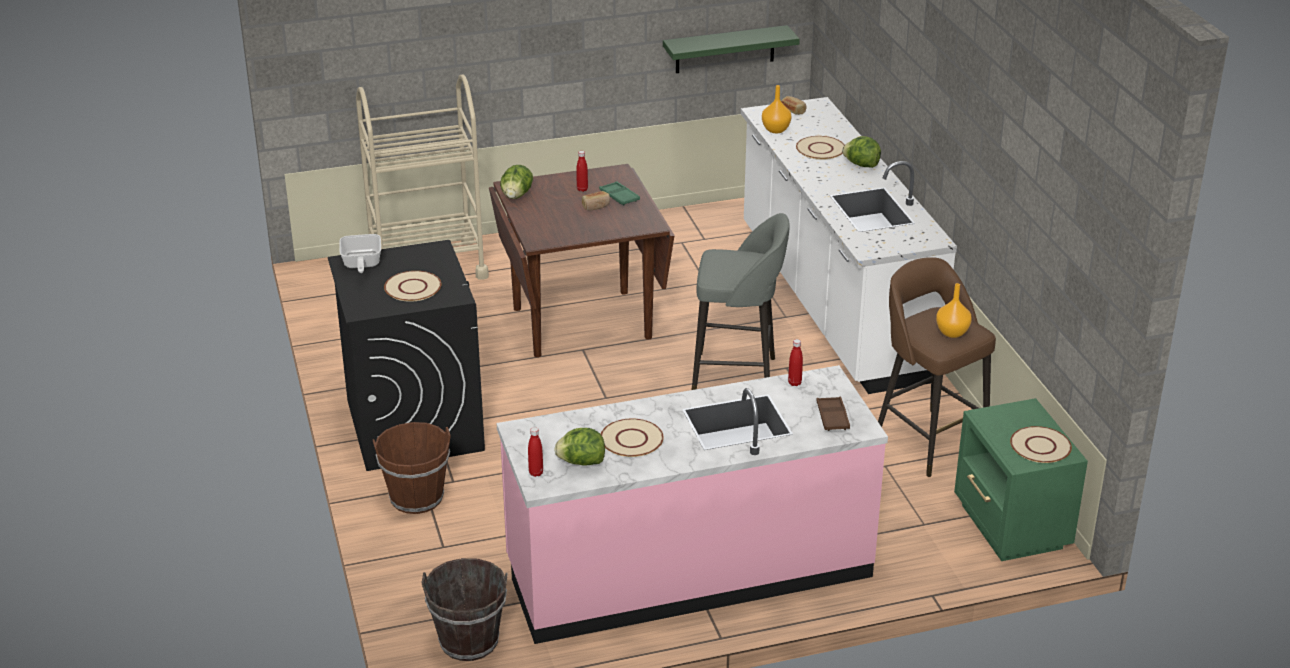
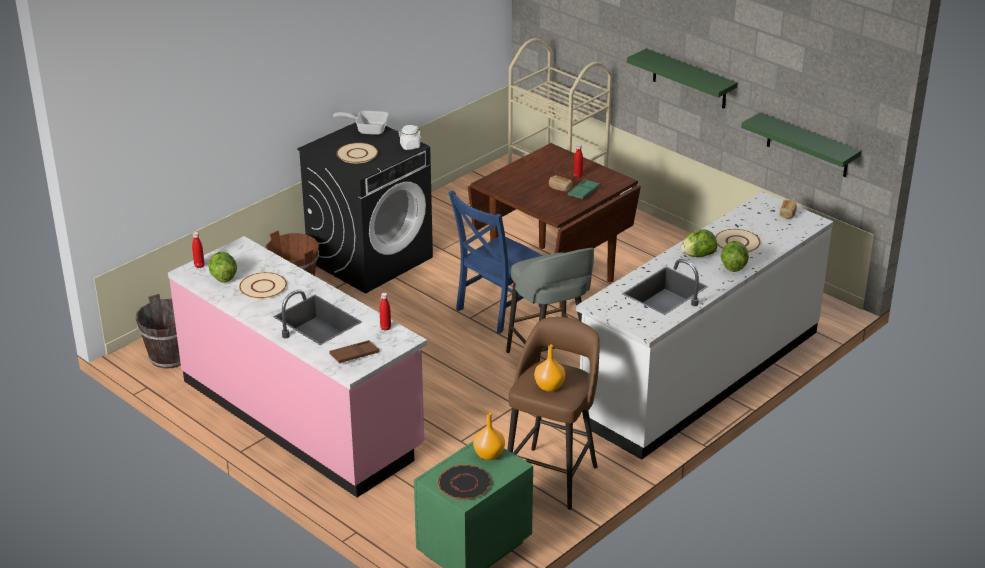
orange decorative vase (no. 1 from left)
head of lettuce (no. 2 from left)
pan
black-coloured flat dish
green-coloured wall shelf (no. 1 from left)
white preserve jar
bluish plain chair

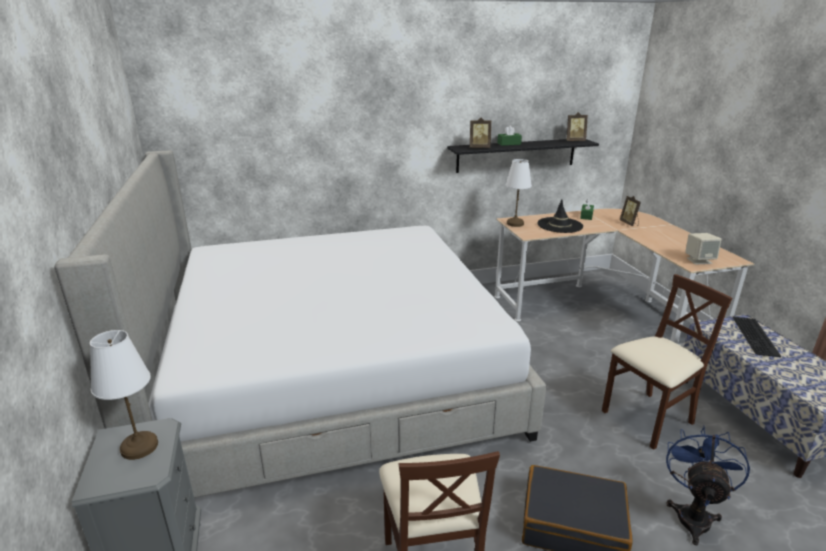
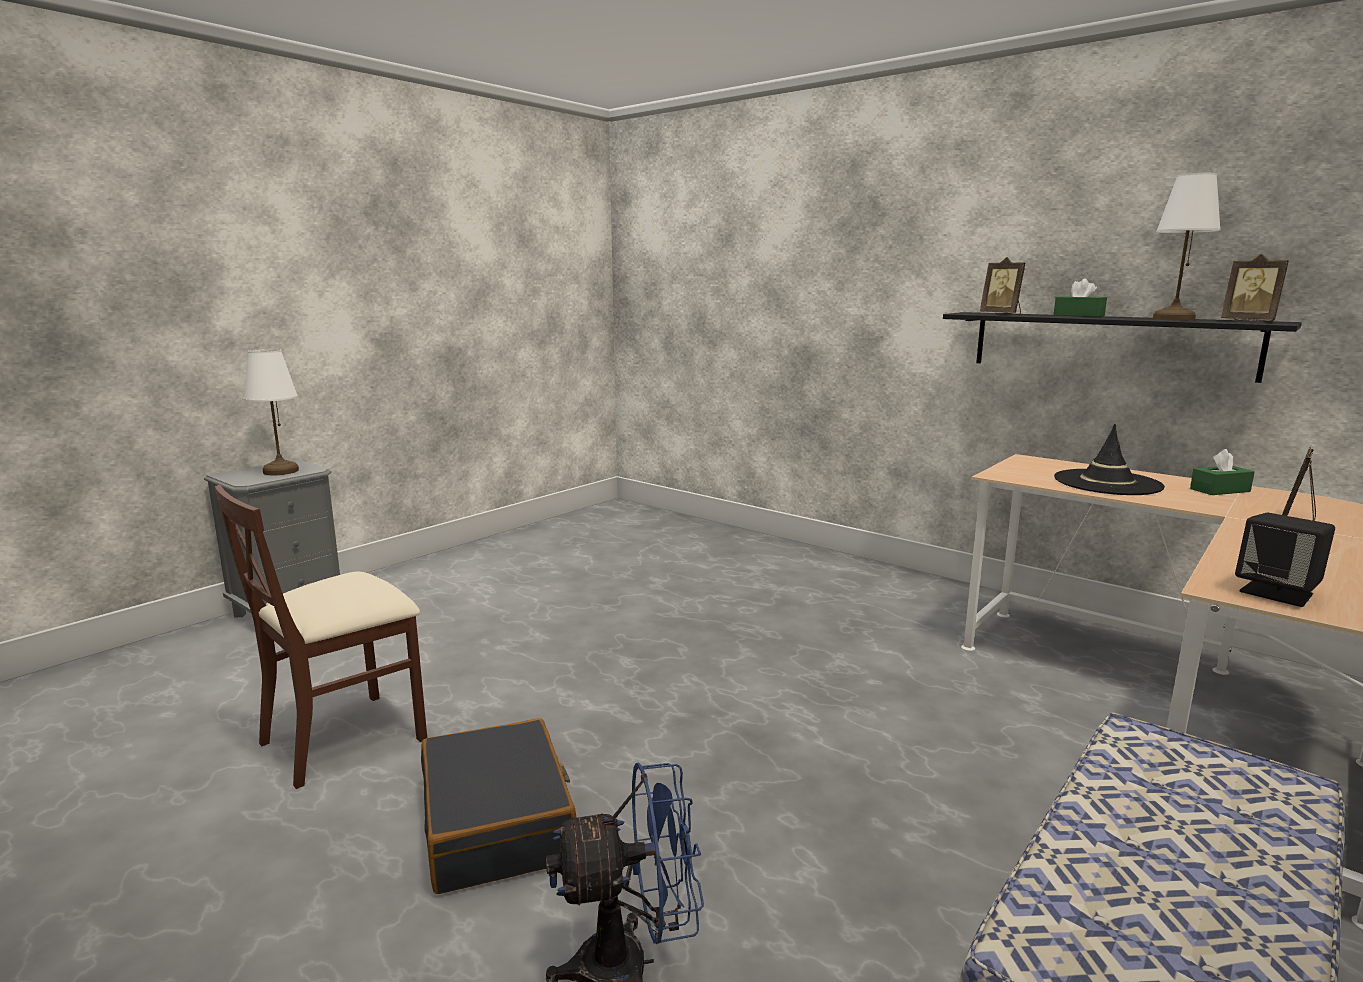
bedroom bed
white table lamp (no. 2 from left)
black-coloured speaker
brownish plain chair (no. 2 from left in the first image)
computer keyboard

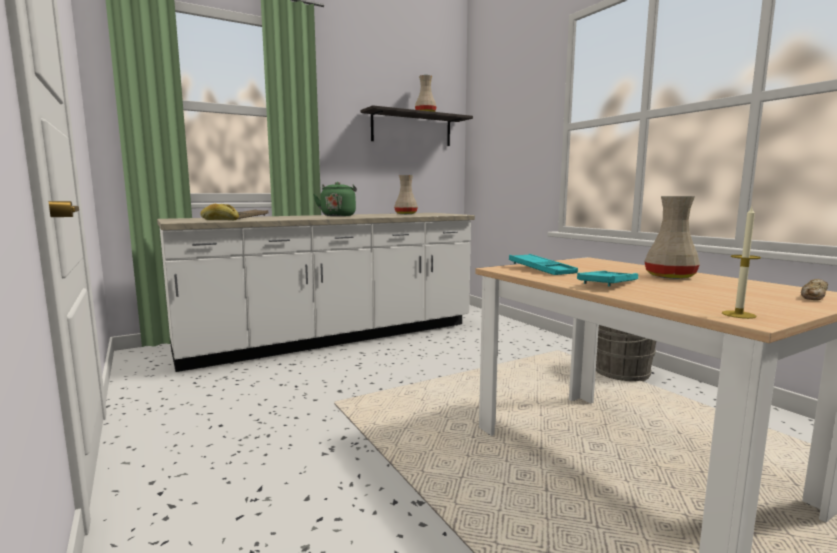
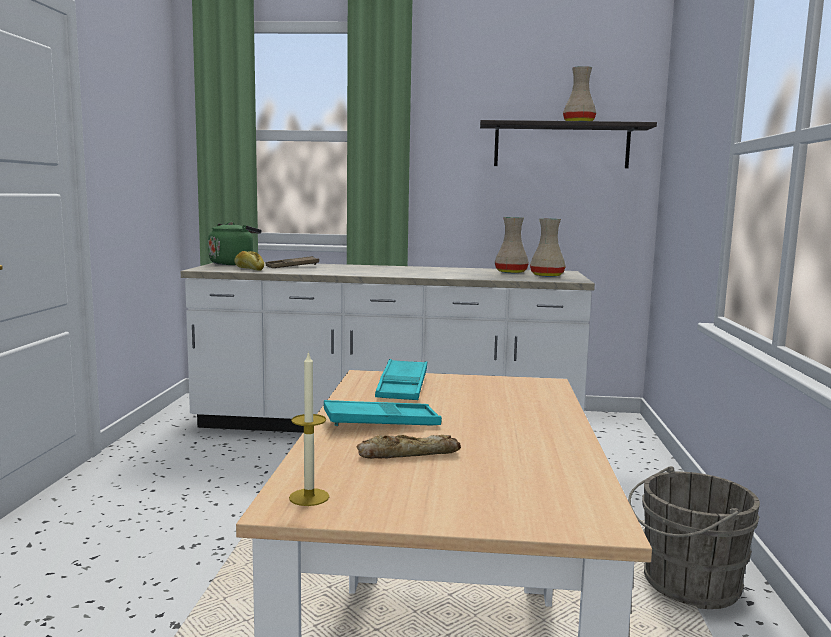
green-coloured water kettle
sand-coloured decorative vase (no. 2 from left)
bread (no. 2 from left)

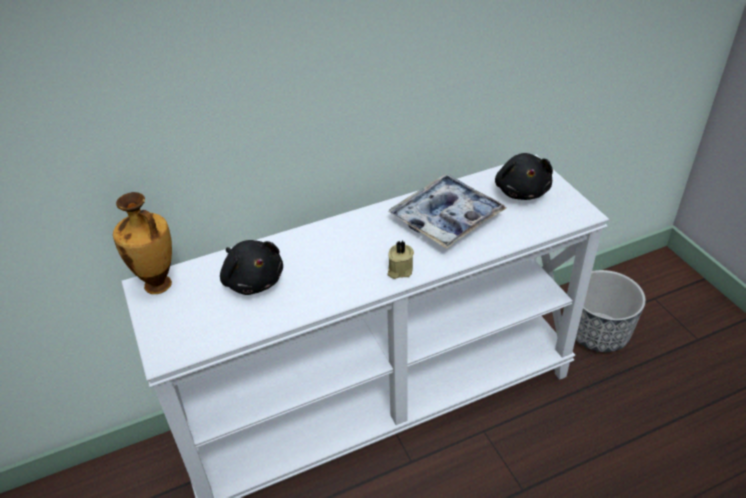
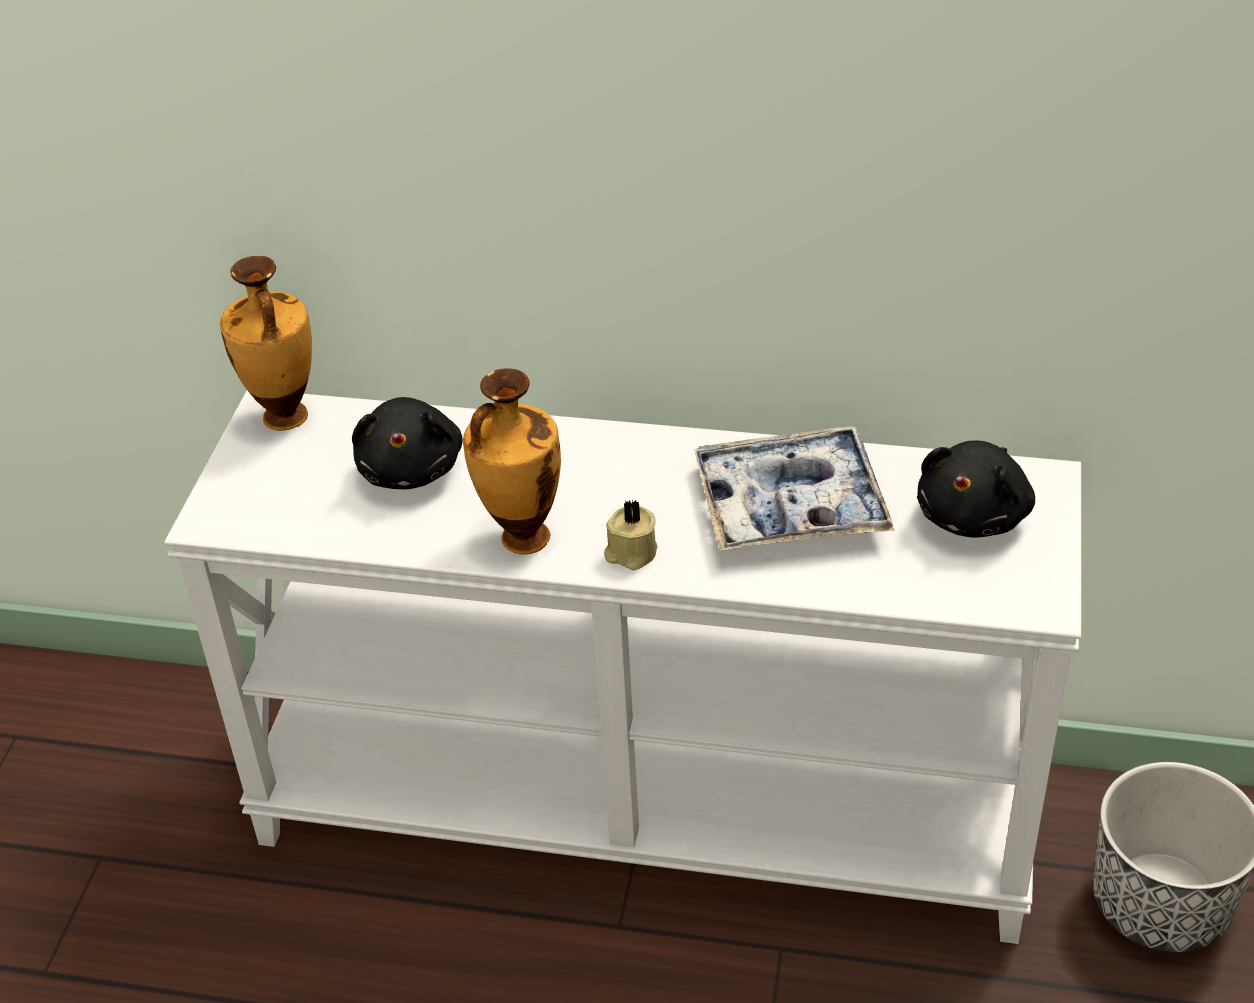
decorative vase (no. 2 from left)

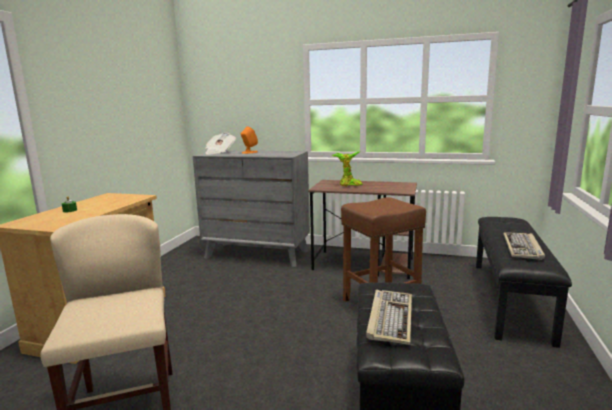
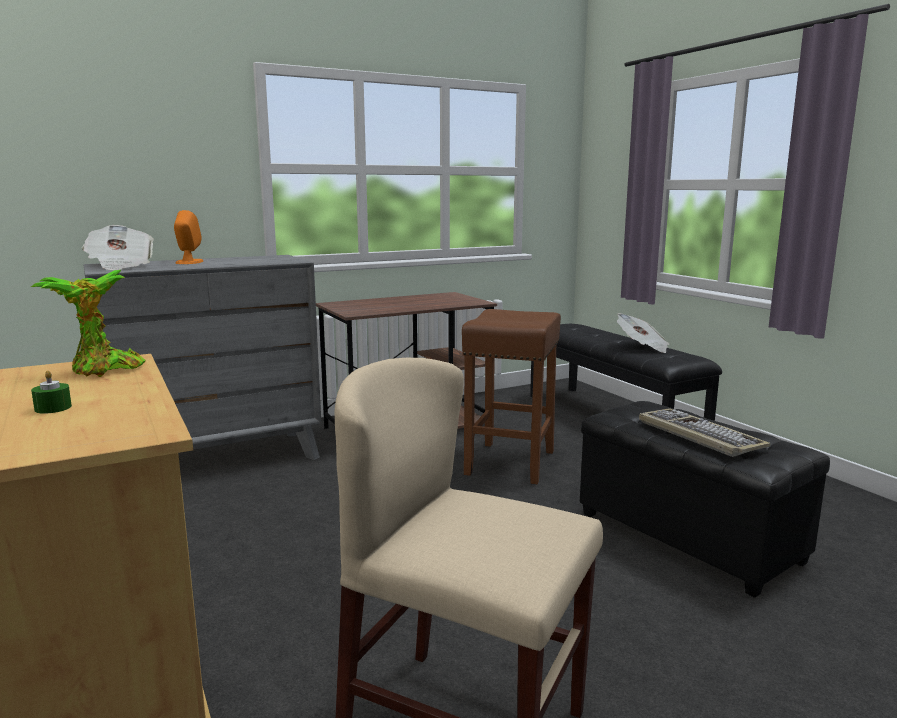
houseplant
daily paper (no. 2 from left)

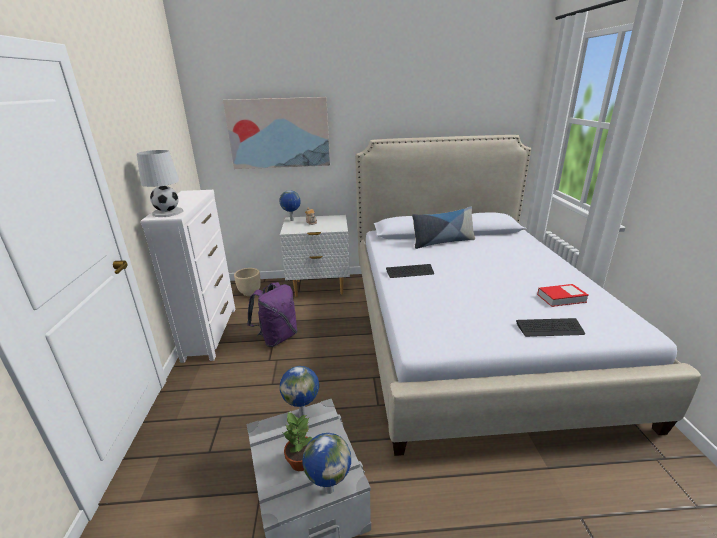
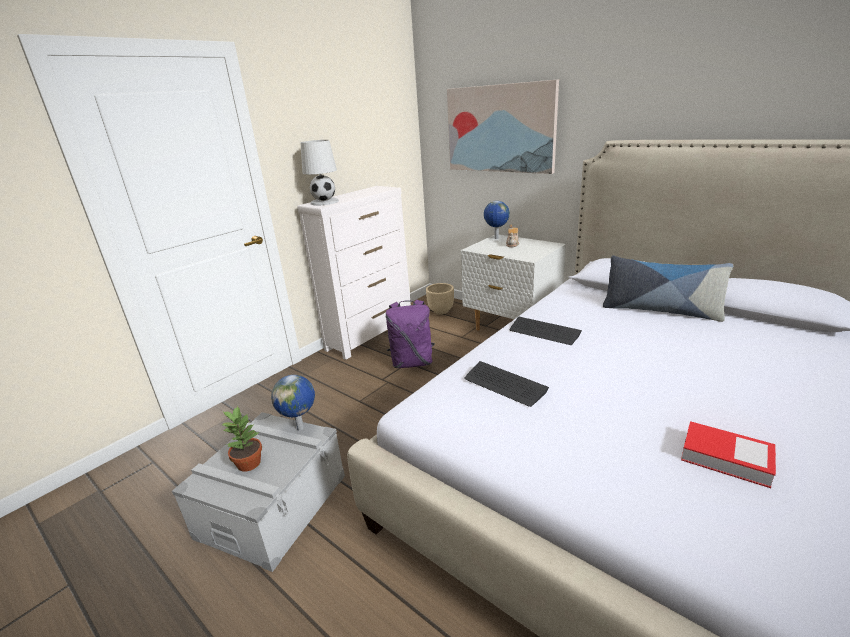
computer keyboard (no. 1 from left)
world globe (no. 3 from left in the first image)

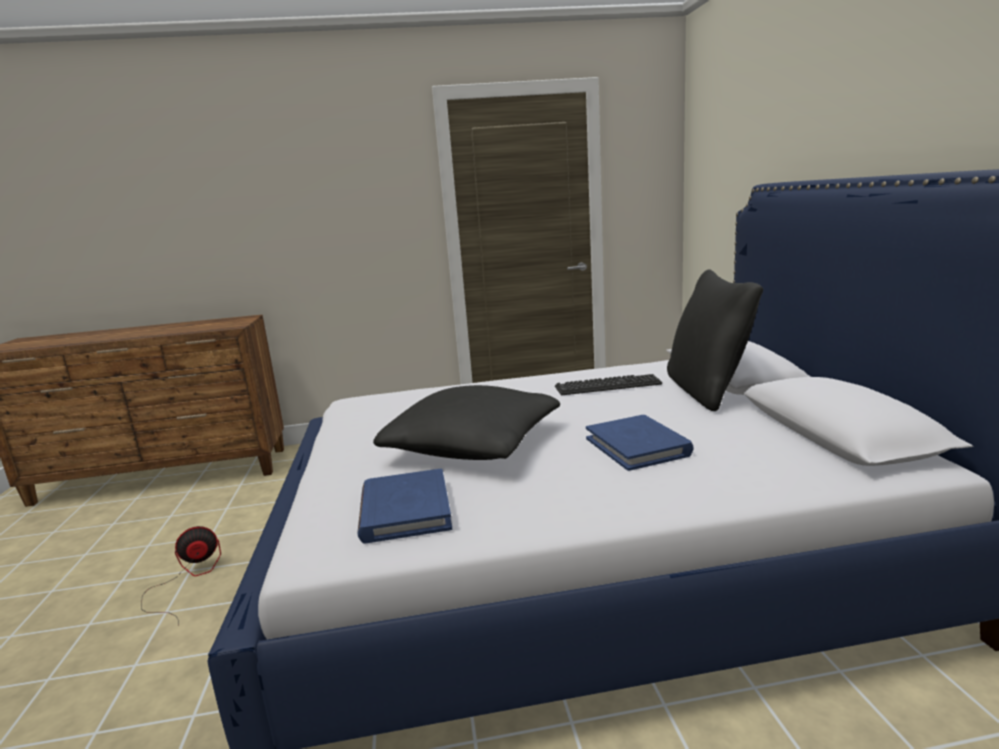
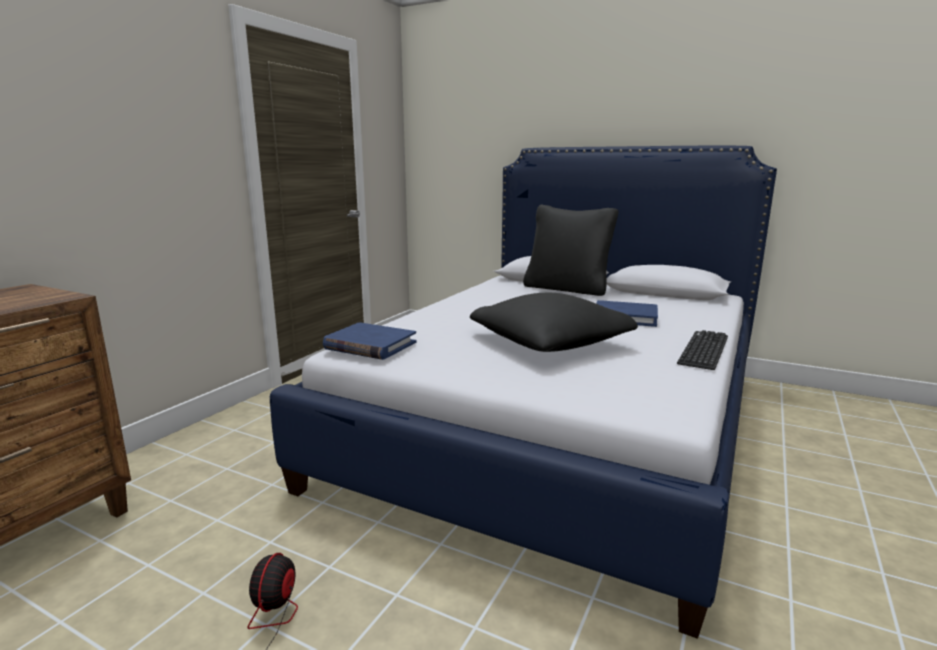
computer keyboard
bluish bound book (no. 1 from left)

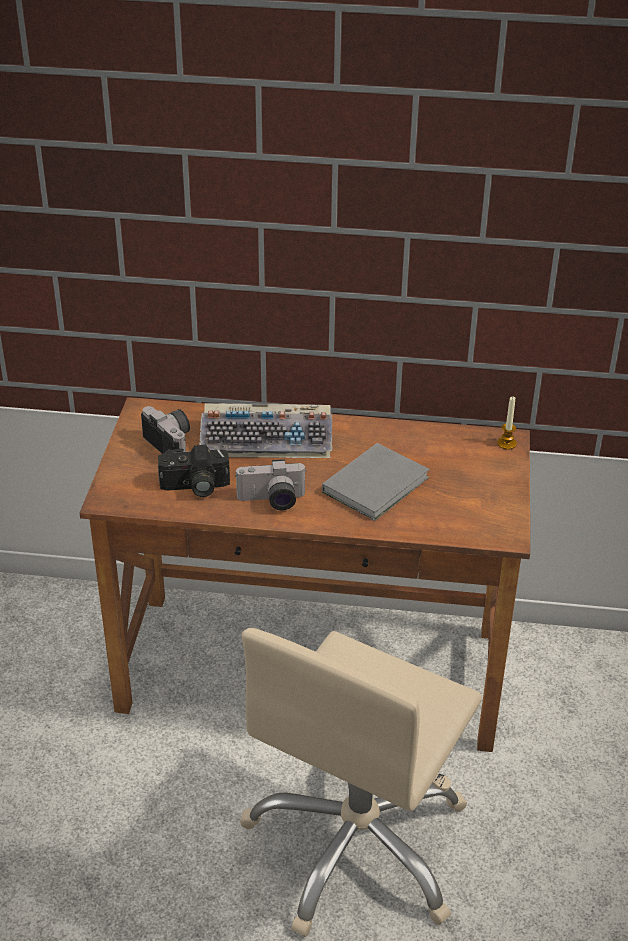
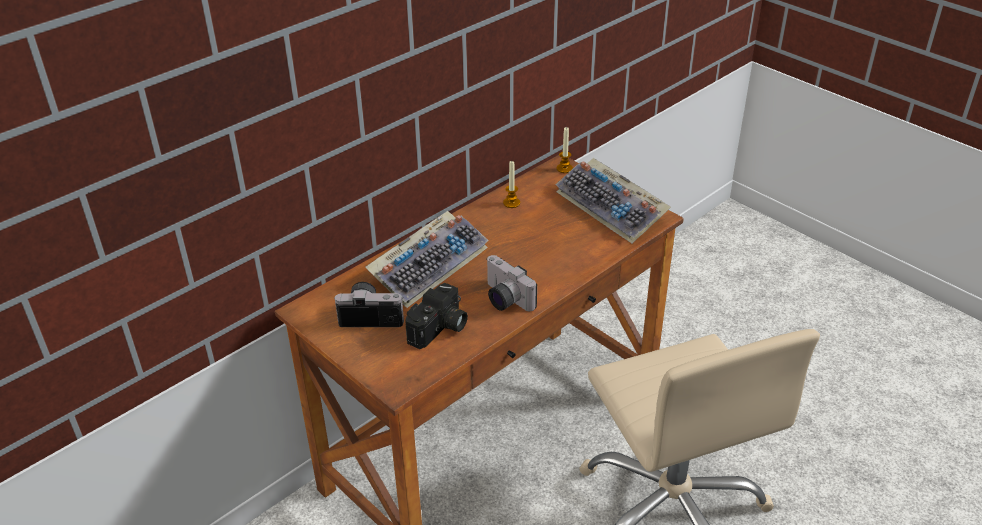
grey bound book
still camera (no. 3 from left)
computer keyboard (no. 2 from left)
wax light (no. 1 from left)

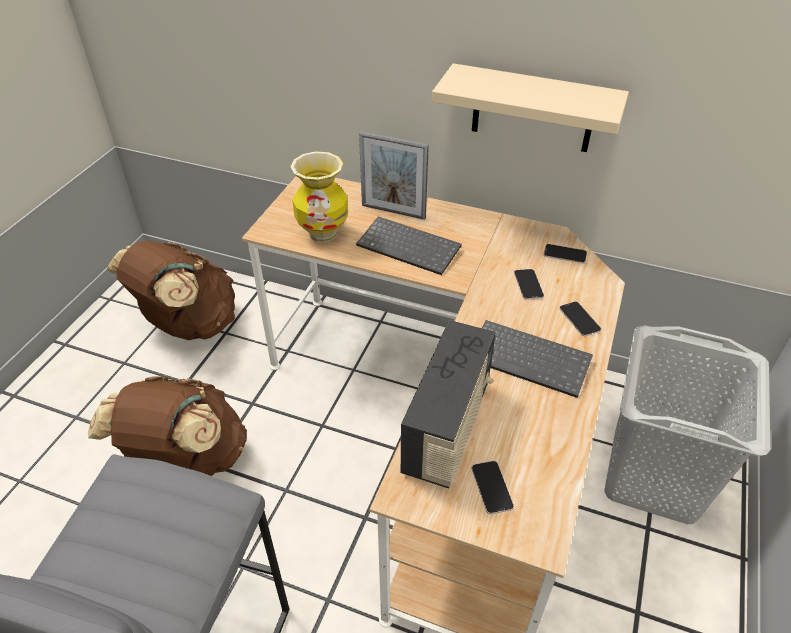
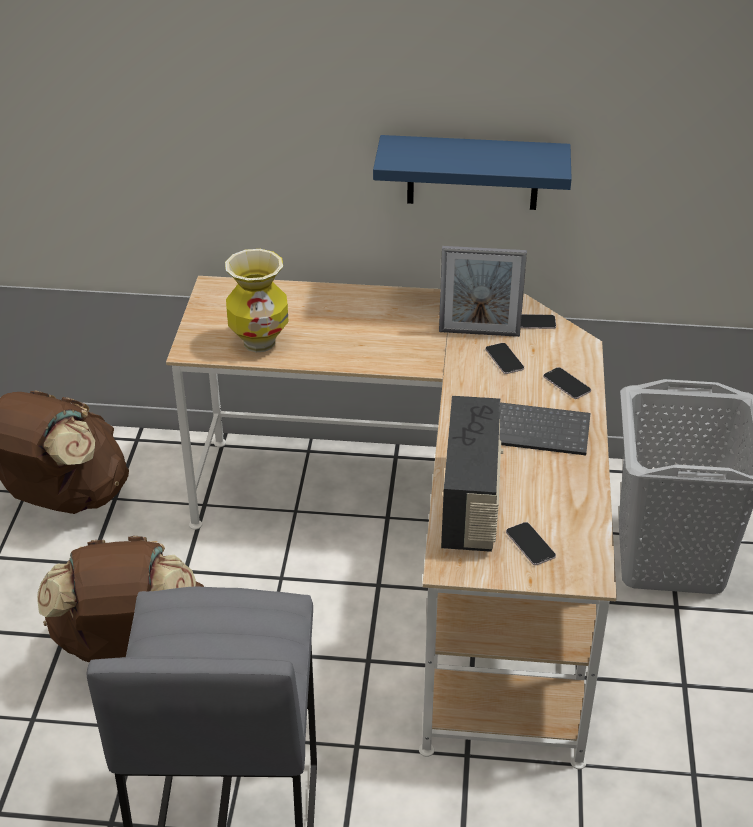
bluish wall shelf
picture frame
computer keyboard (no. 1 from left in the first image)

